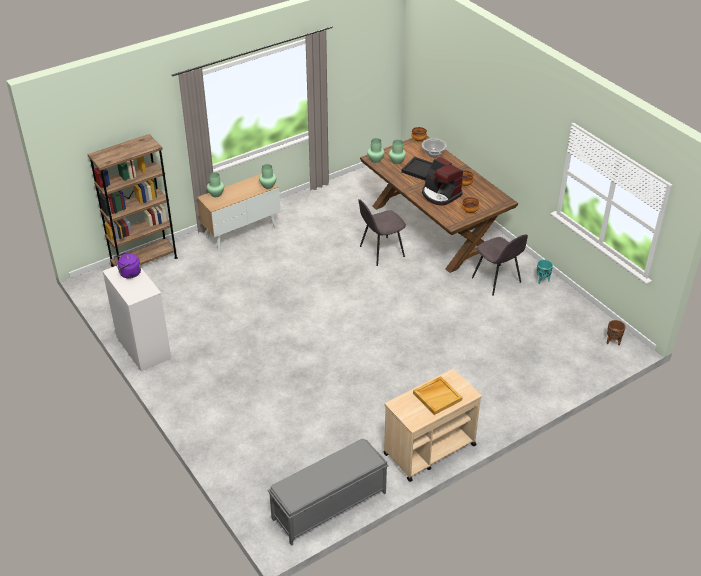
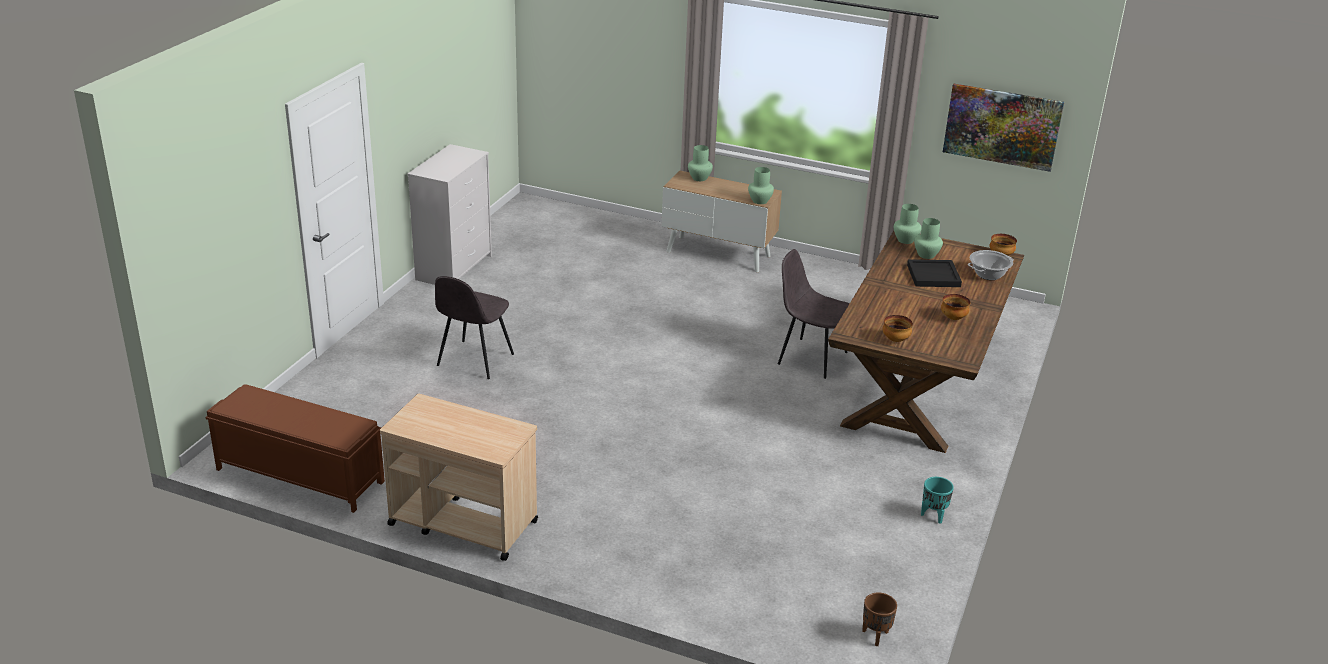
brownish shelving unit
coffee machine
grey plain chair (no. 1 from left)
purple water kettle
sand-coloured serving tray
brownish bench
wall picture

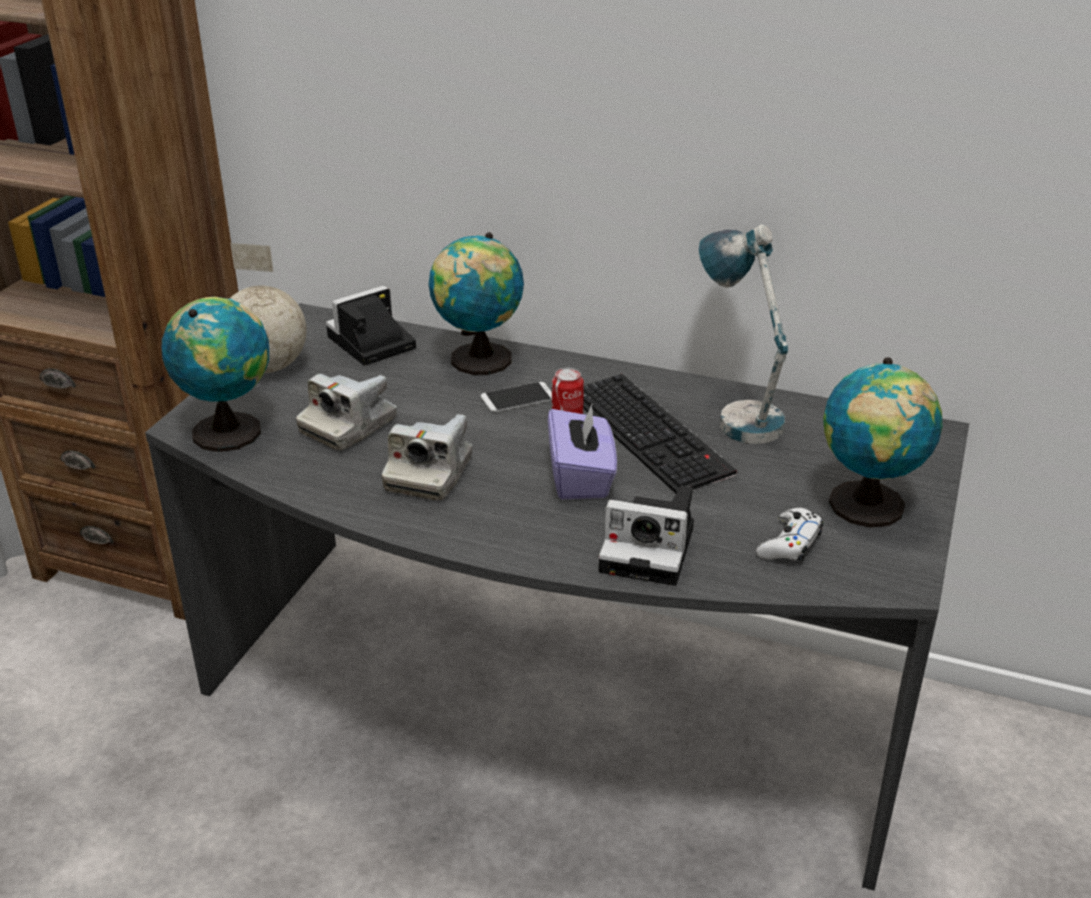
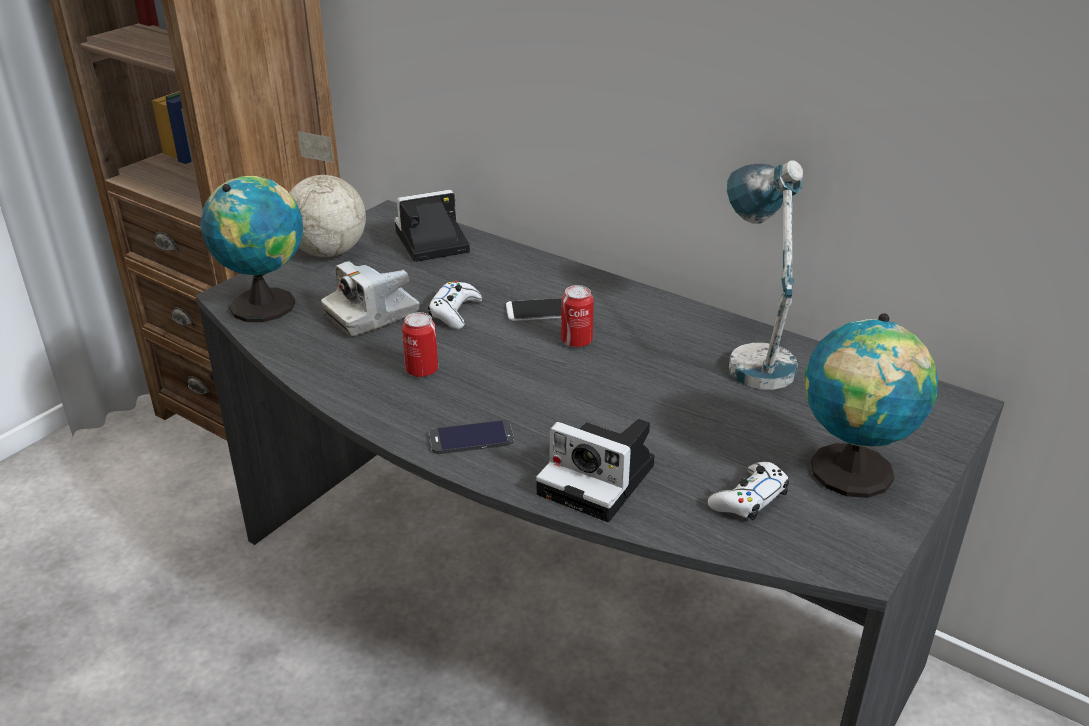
world globe (no. 3 from left in the first image)
computer keyboard
purple box of tissues
sealed can (no. 1 from left)
white gamepad (no. 1 from left)
telephone (no. 1 from left)

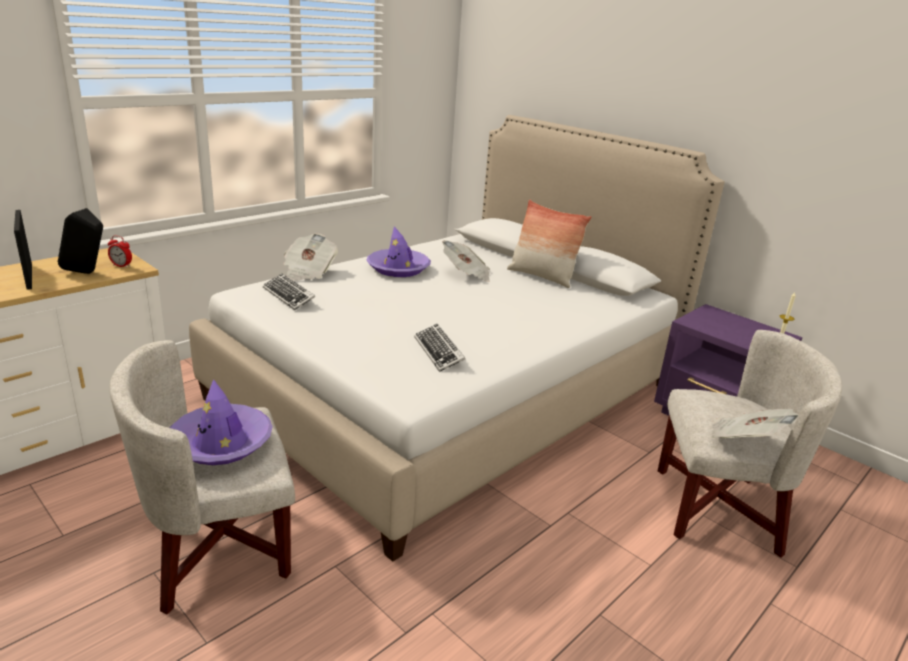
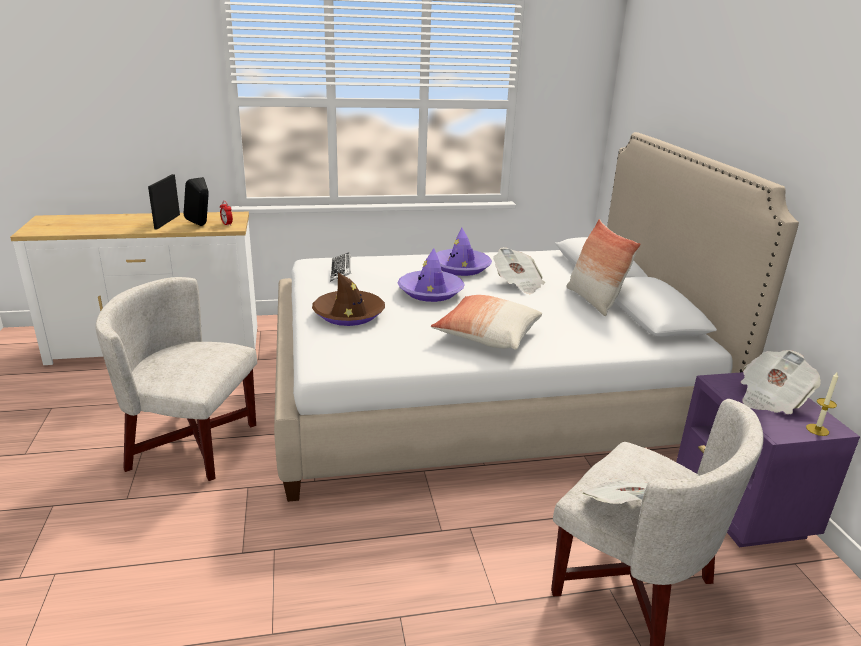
daily paper (no. 3 from left)
computer keyboard (no. 2 from left in the first image)
purple clothing hat (no. 1 from left)
brownish clothing hat
cushion (no. 1 from left)

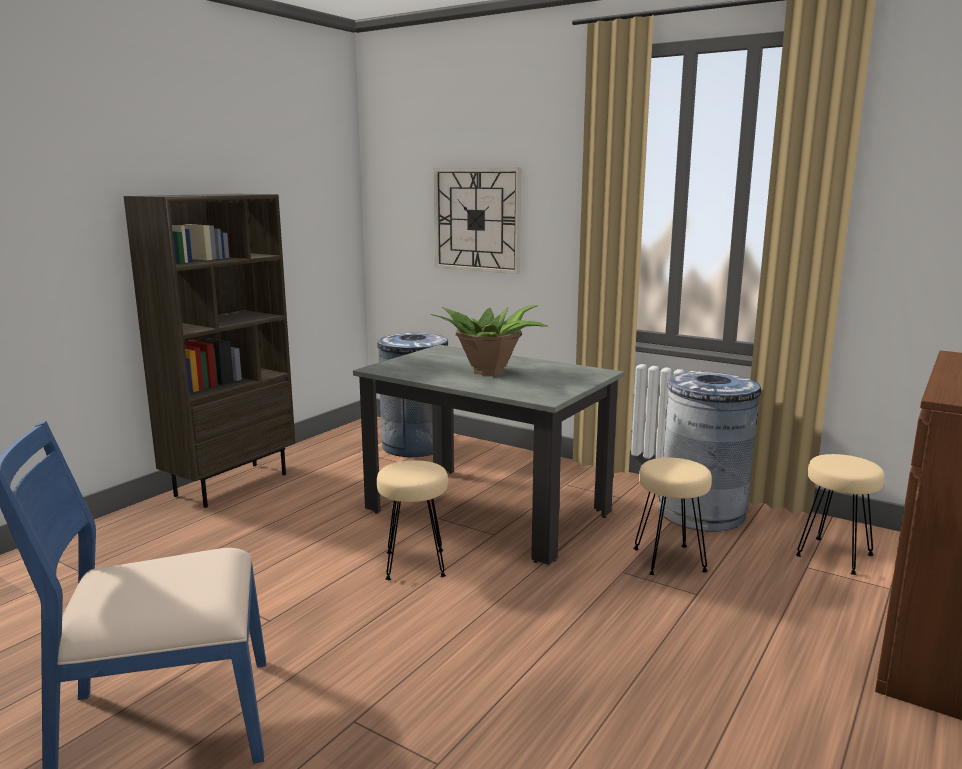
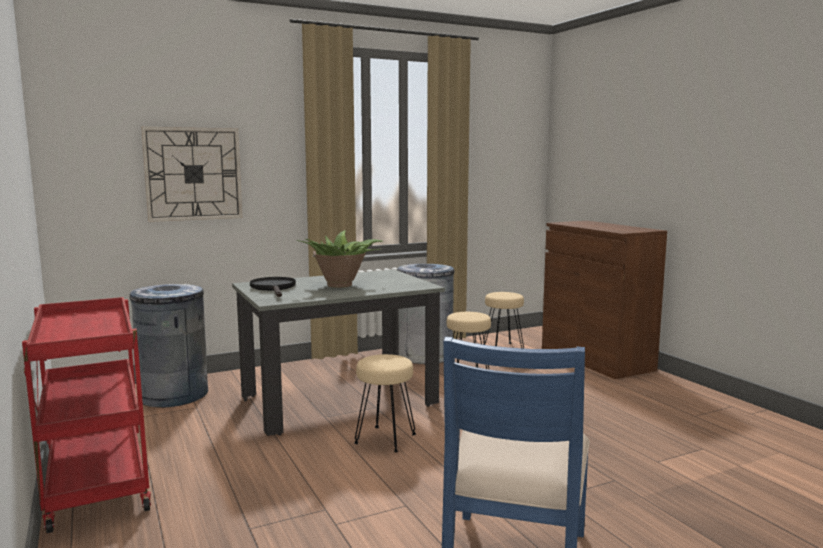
reddish wheeled cart
black-coloured pan

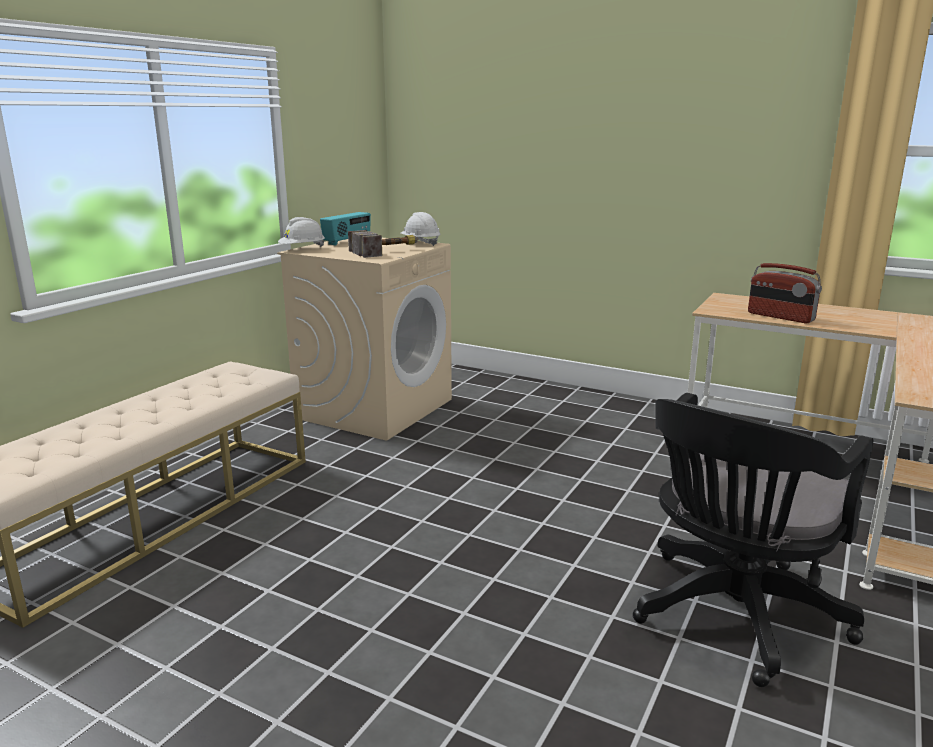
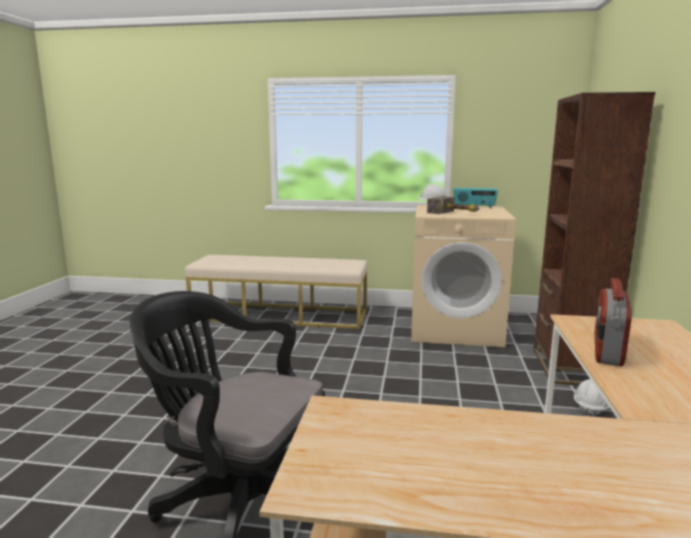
white work helmet (no. 2 from left)
brownish shelving unit

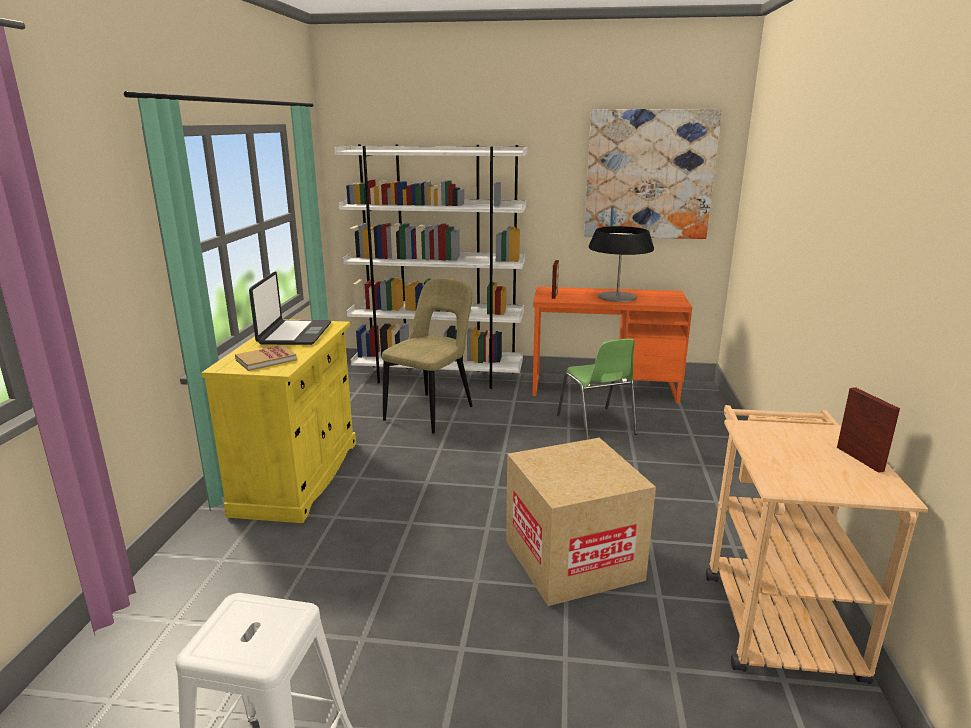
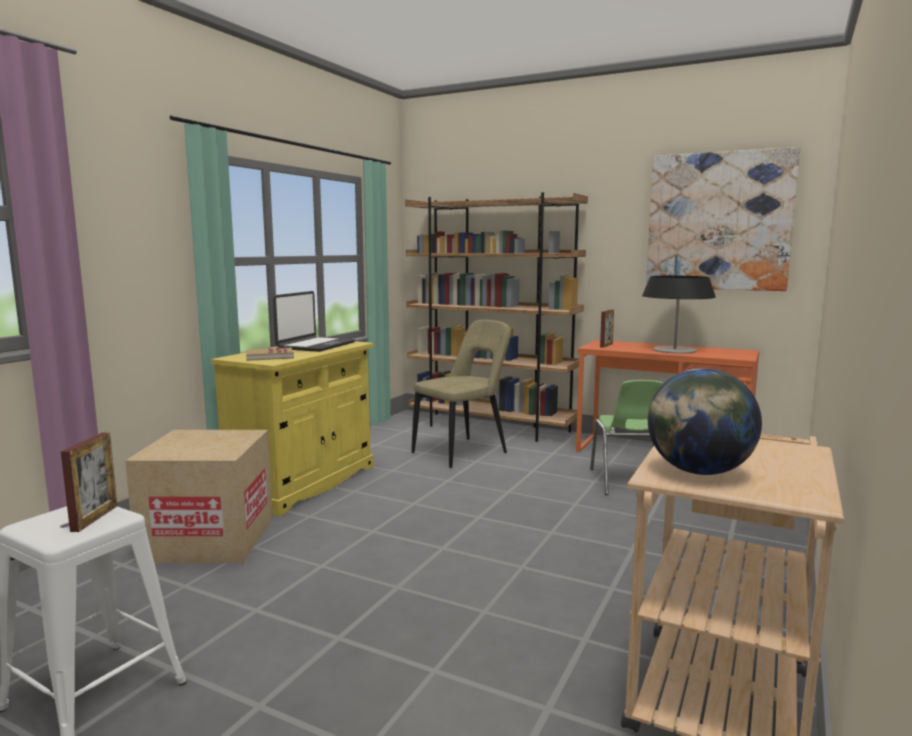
brownish shelving unit
picture frame (no. 1 from left)
carton
world globe

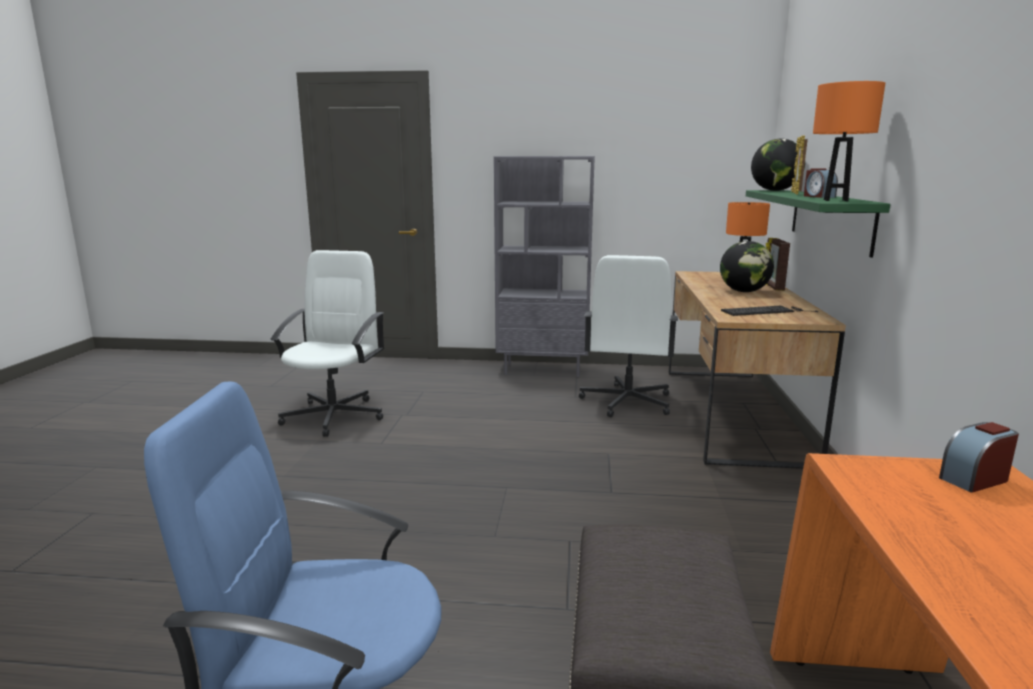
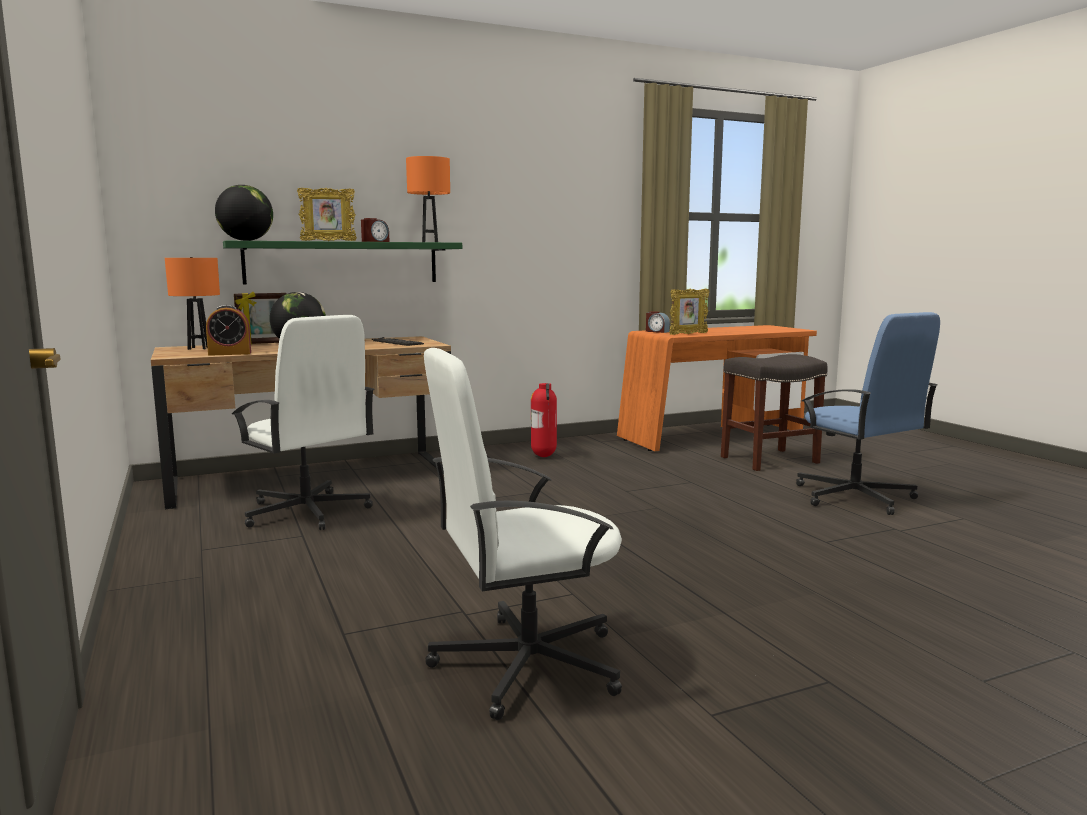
grey shelving unit
white desk chair (no. 1 from left)
picture frame (no. 3 from left)
bedside clock (no. 1 from left)
fire extinguisher

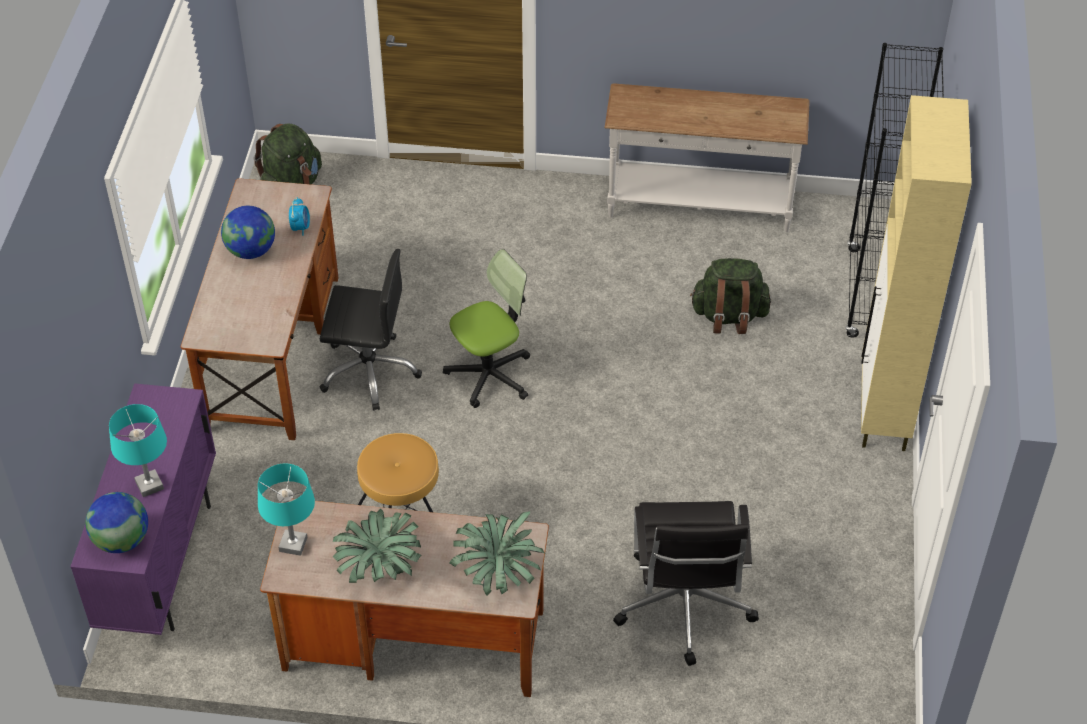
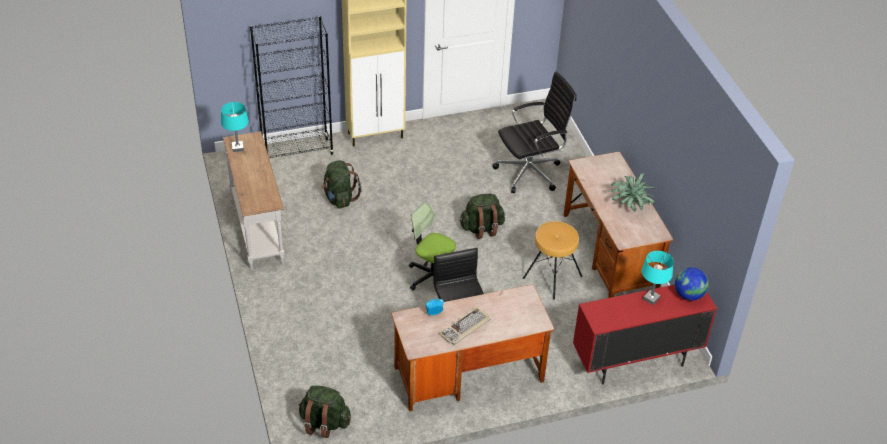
computer keyboard
reddish storage cabinet
blue-green table lamp (no. 1 from left)
houseplant (no. 2 from left in the first image)
green-coloured backpack (no. 3 from left)

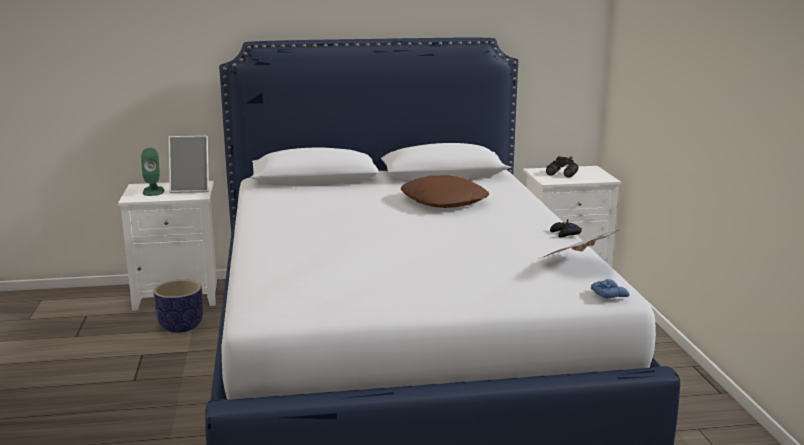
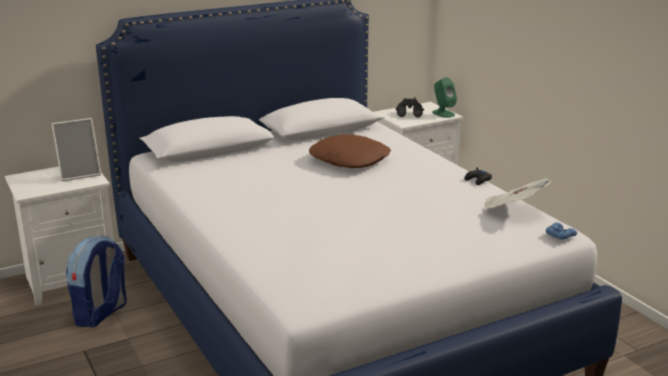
green-coloured speaker
backpack

